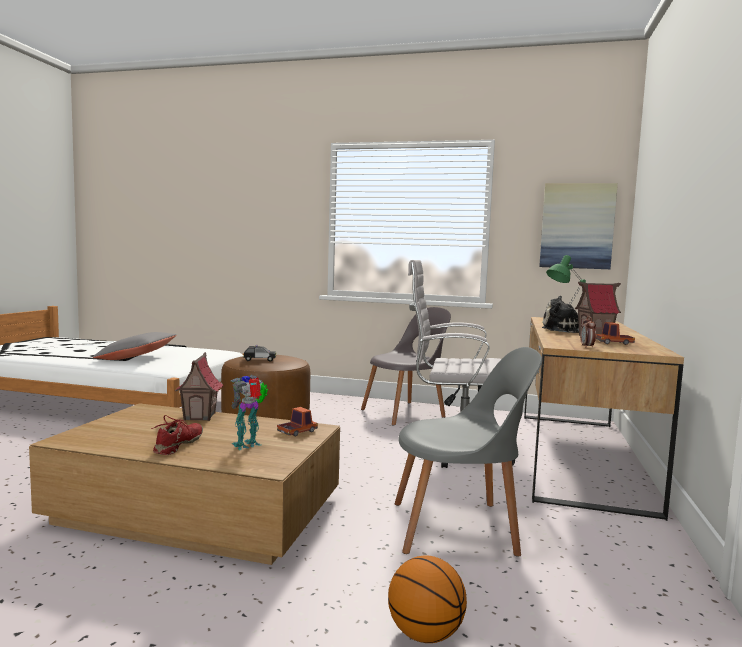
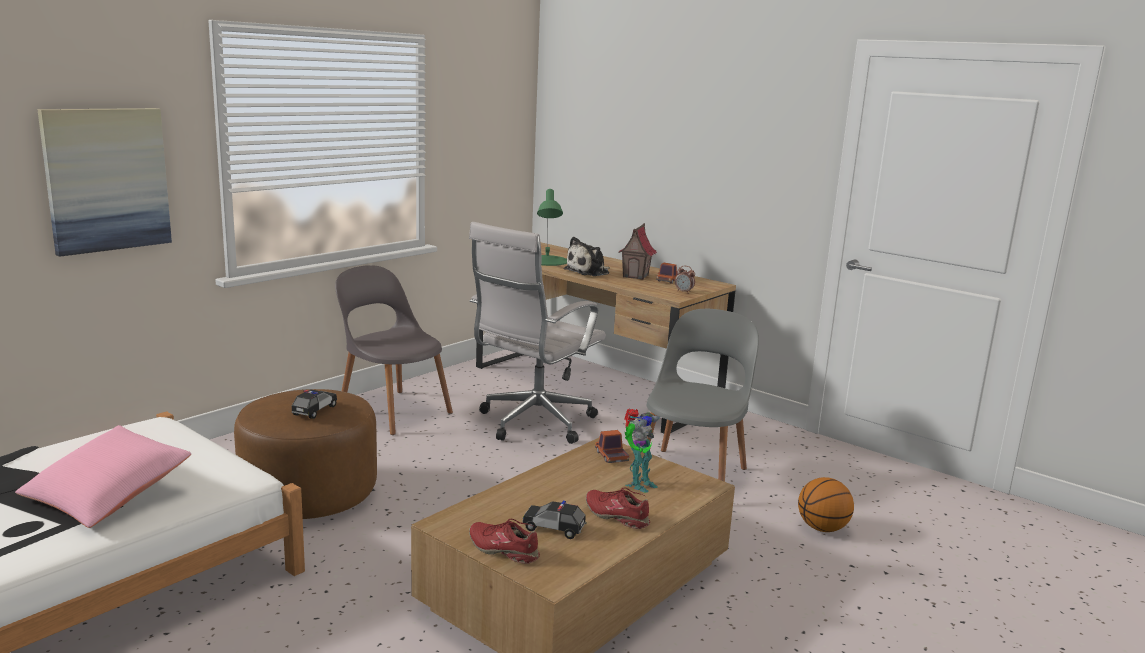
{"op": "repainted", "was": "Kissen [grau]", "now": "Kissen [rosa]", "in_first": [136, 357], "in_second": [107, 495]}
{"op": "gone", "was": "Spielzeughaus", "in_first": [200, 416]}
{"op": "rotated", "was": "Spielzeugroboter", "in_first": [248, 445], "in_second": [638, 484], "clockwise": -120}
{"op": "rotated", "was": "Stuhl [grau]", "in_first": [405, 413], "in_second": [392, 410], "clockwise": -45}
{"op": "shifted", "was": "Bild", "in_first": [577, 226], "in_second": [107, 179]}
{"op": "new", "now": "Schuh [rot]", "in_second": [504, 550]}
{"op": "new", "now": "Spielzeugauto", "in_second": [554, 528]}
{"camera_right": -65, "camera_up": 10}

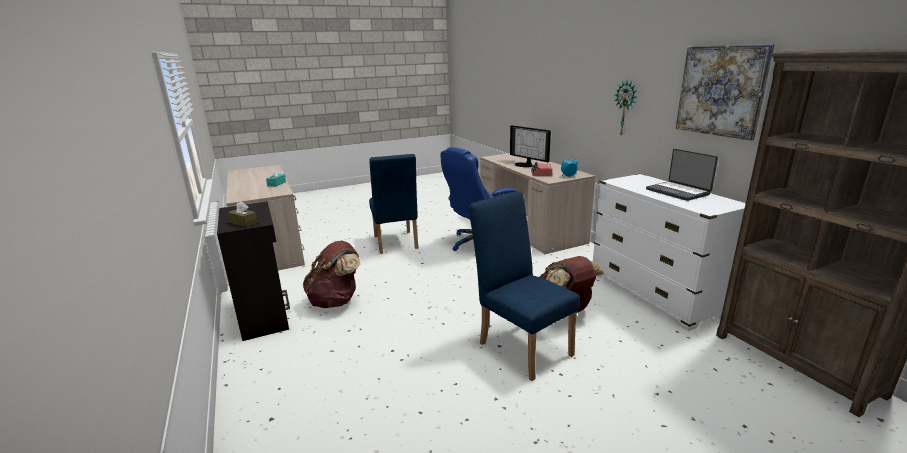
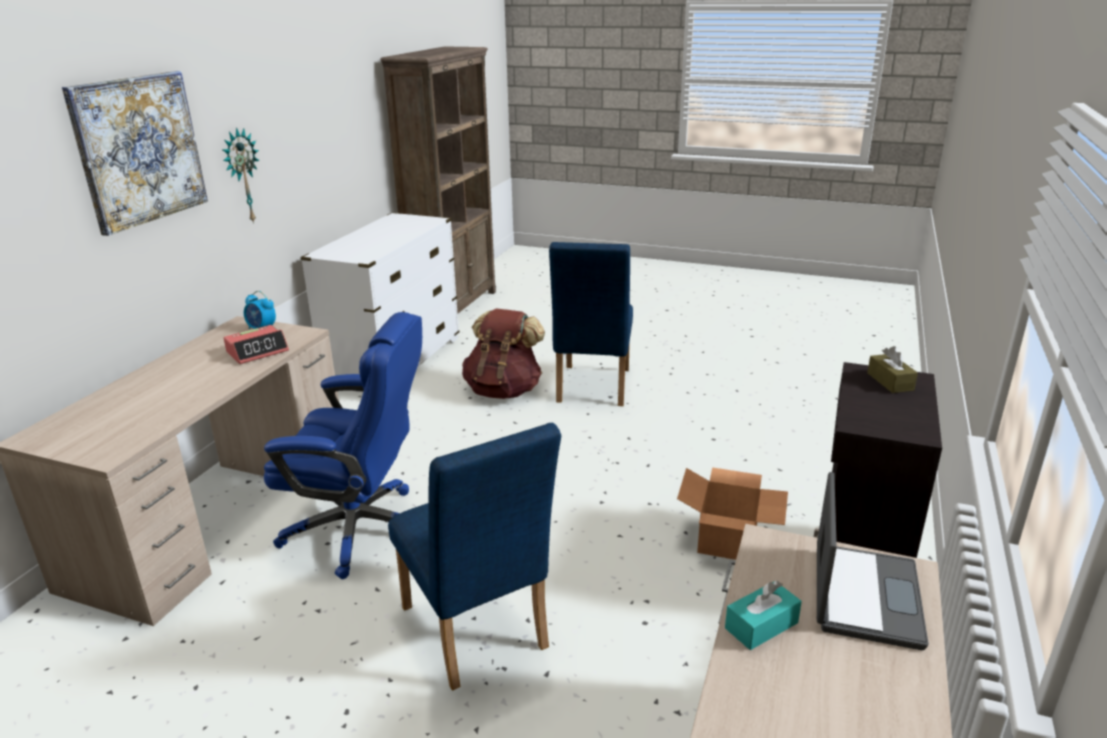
{"op": "swapped", "was": "Rucksack [braun]", "now": "Karton", "in_first": [336, 301], "in_second": [727, 539]}
{"op": "rotated", "was": "Stuhl [blau]", "in_first": [395, 244], "in_second": [477, 635], "clockwise": 120}
{"op": "gone", "was": "Monitor", "in_first": [525, 164]}
{"op": "shifted", "was": "Laptop", "in_first": [678, 192], "in_second": [863, 595]}
{"op": "shifted", "was": "Bild", "in_first": [721, 91], "in_second": [139, 150]}
{"camera_right": -135, "camera_up": 5}

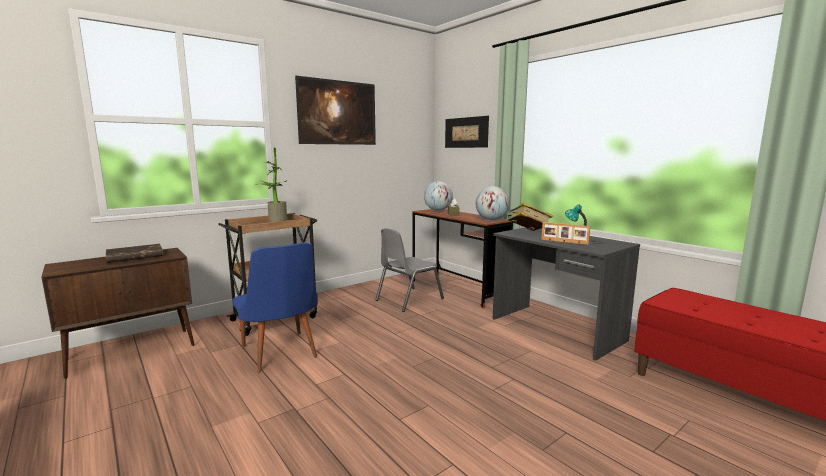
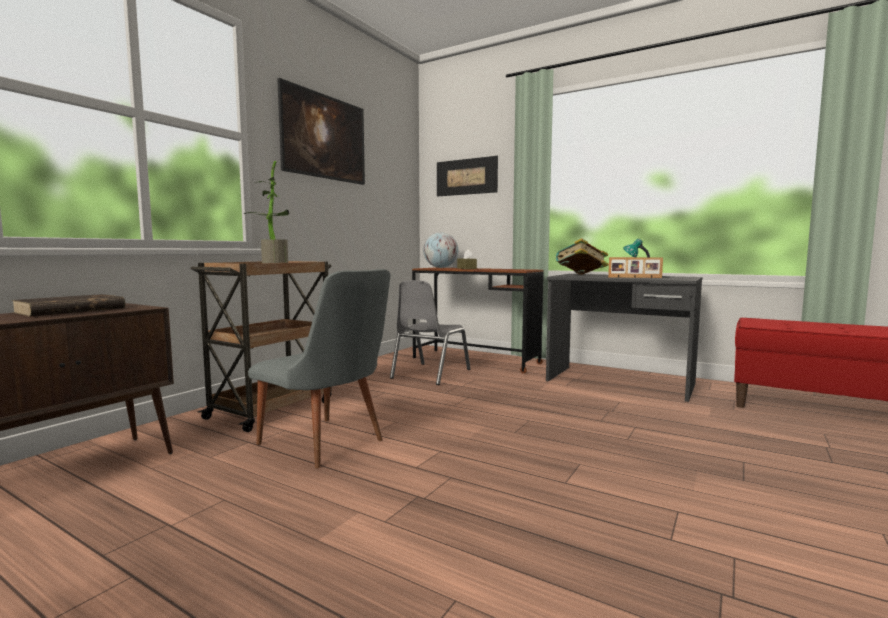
{"op": "repainted", "was": "Stuhl [blau]", "now": "Stuhl [grau]", "in_first": [280, 355], "in_second": [328, 445]}
{"op": "gone", "was": "Globus", "in_first": [491, 219]}
{"camera_right": -20, "camera_up": -5}

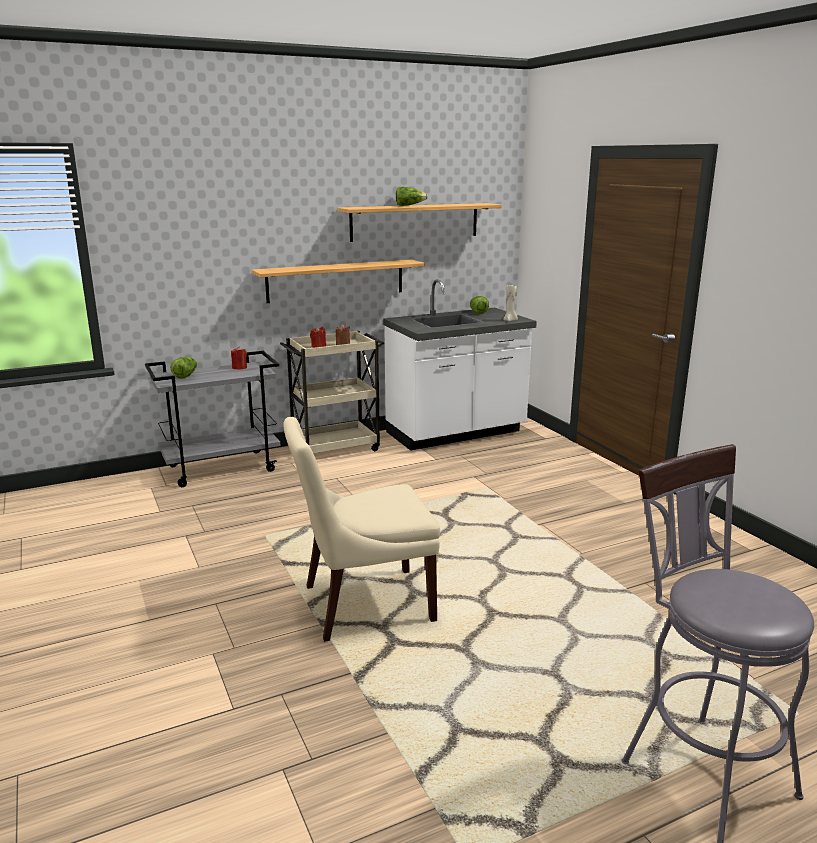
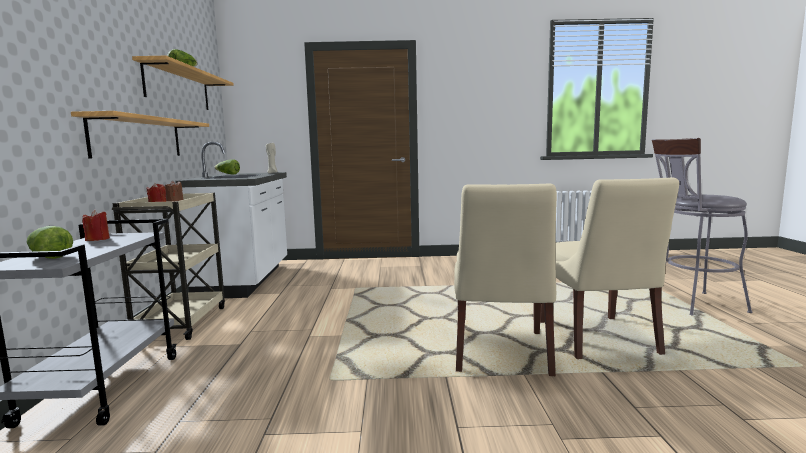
{"op": "new", "now": "Stuhl [beige]", "in_second": [598, 339]}
{"camera_right": -65, "camera_up": -10}

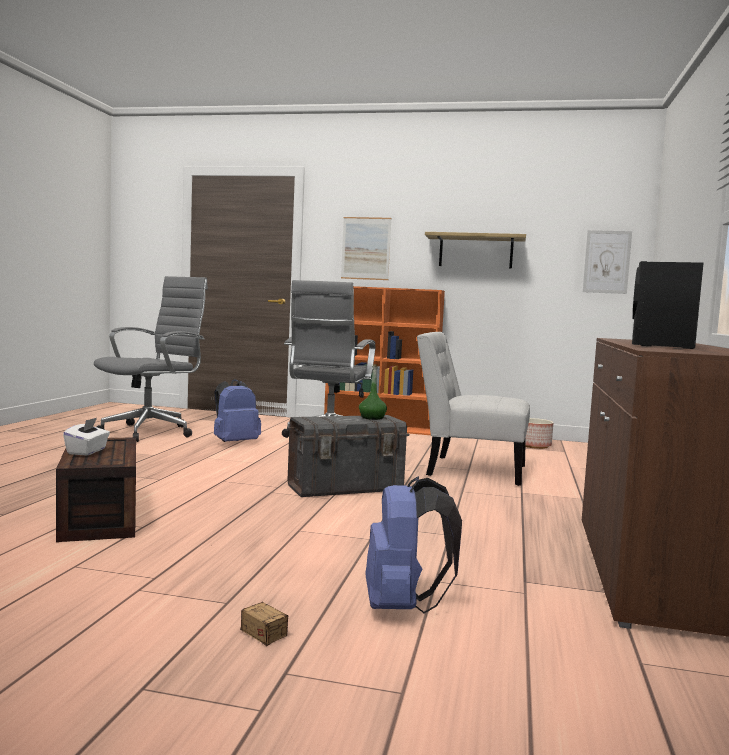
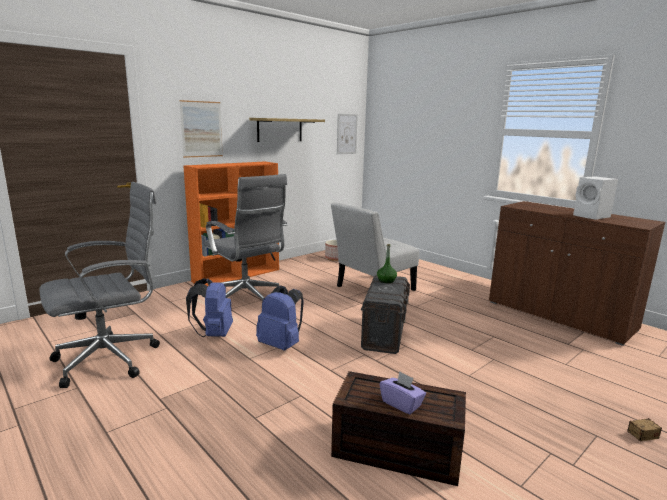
{"op": "repainted", "was": "Taschentuchbox [weiß]", "now": "Taschentuchbox [lila]", "in_first": [87, 451], "in_second": [401, 404]}
{"op": "rotated", "was": "Bürostuhl [grau]", "in_first": [151, 432], "in_second": [112, 359], "clockwise": 75}
{"op": "shifted", "was": "Rucksack [blau]", "in_first": [402, 606], "in_second": [281, 345]}
{"op": "repainted", "was": "Lautsprecher [schwarz]", "now": "Lautsprecher [weiß]", "in_first": [662, 346], "in_second": [592, 216]}
{"camera_right": -55, "camera_up": 10}

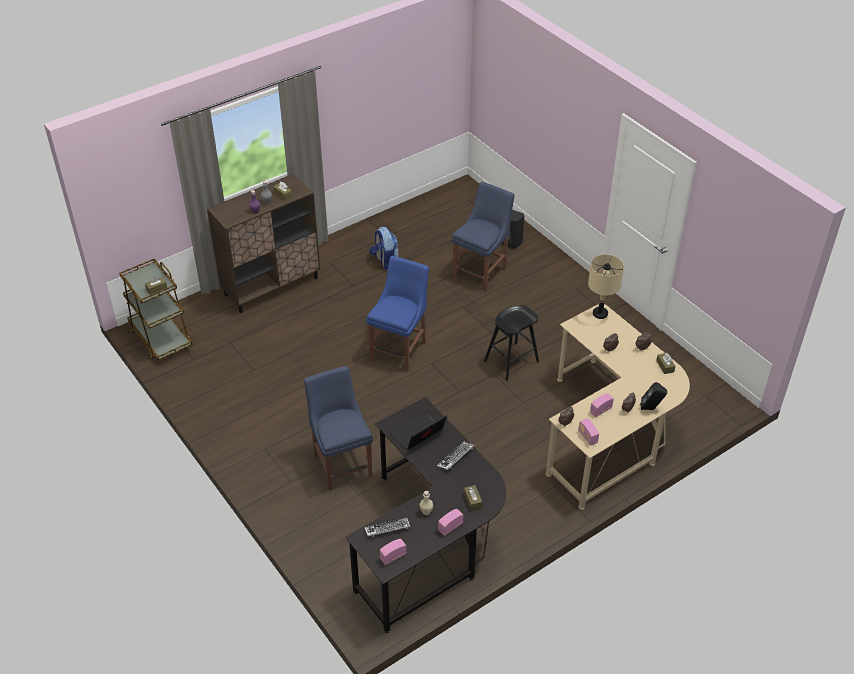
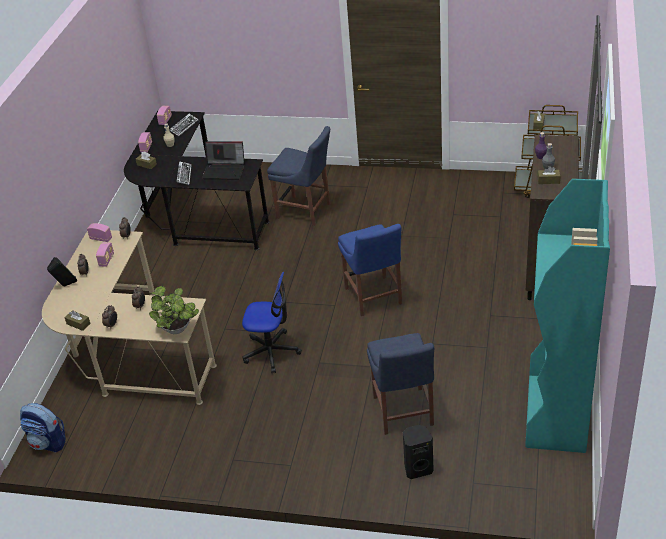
{"op": "shifted", "was": "Rucksack", "in_first": [384, 261], "in_second": [48, 443]}
{"op": "rotated", "was": "Laptop", "in_first": [418, 435], "in_second": [225, 170], "clockwise": 90}
{"op": "swapped", "was": "Hocker [schwarz]", "now": "Bürostuhl", "in_first": [511, 361], "in_second": [271, 351]}
{"op": "swapped", "was": "Tischlampe [beige]", "now": "Topfpflanze", "in_first": [600, 314], "in_second": [178, 330]}
{"op": "new", "now": "Bücherregal [türkis]", "in_second": [557, 414]}
{"camera_right": 140, "camera_up": -5}

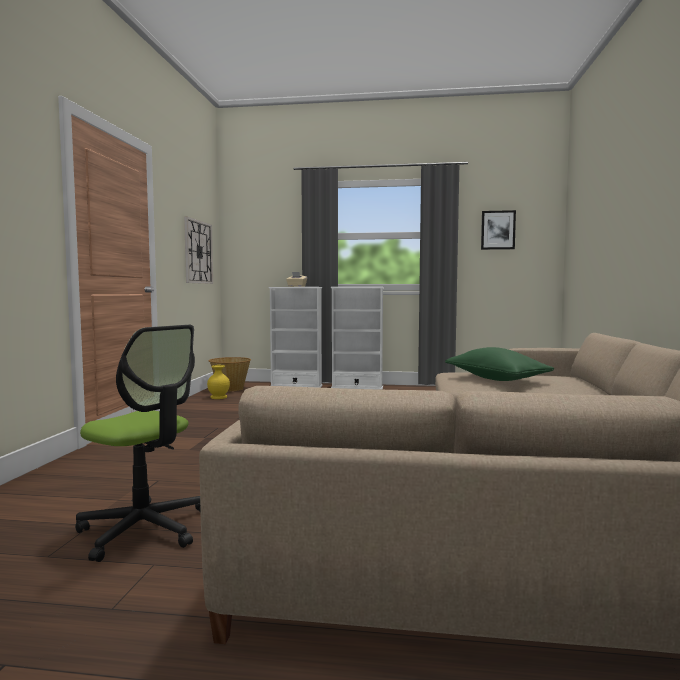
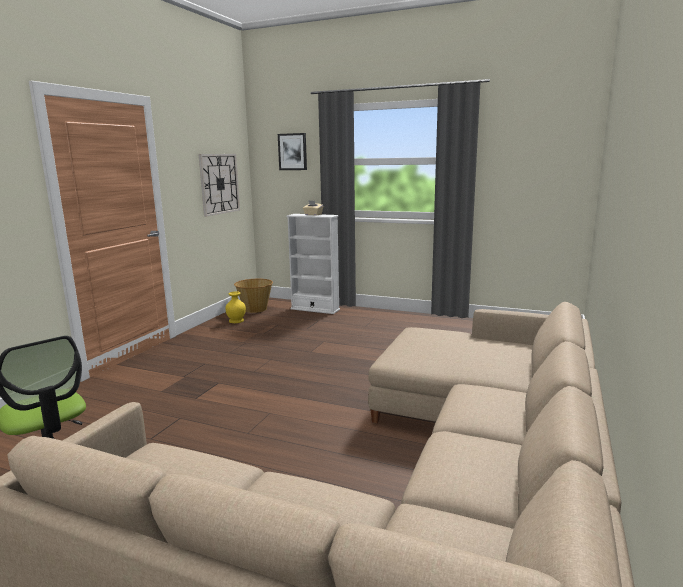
{"op": "gone", "was": "Bücherregal [weiß]", "in_first": [357, 388]}
{"op": "gone", "was": "Kissen [grün]", "in_first": [496, 379]}
{"op": "shifted", "was": "Bild", "in_first": [498, 230], "in_second": [292, 151]}
{"camera_right": 15, "camera_up": 10}

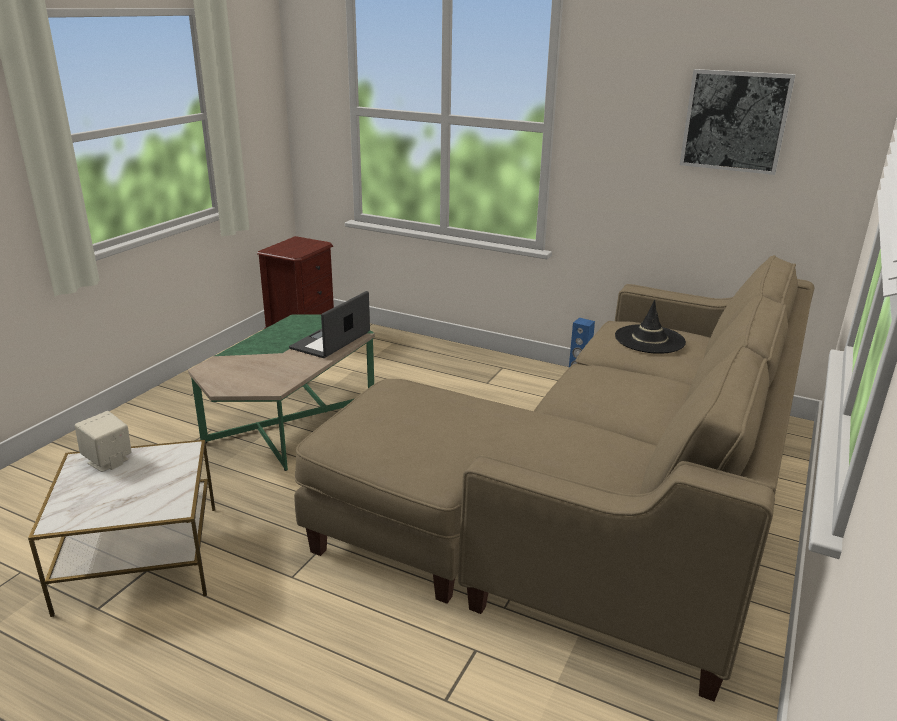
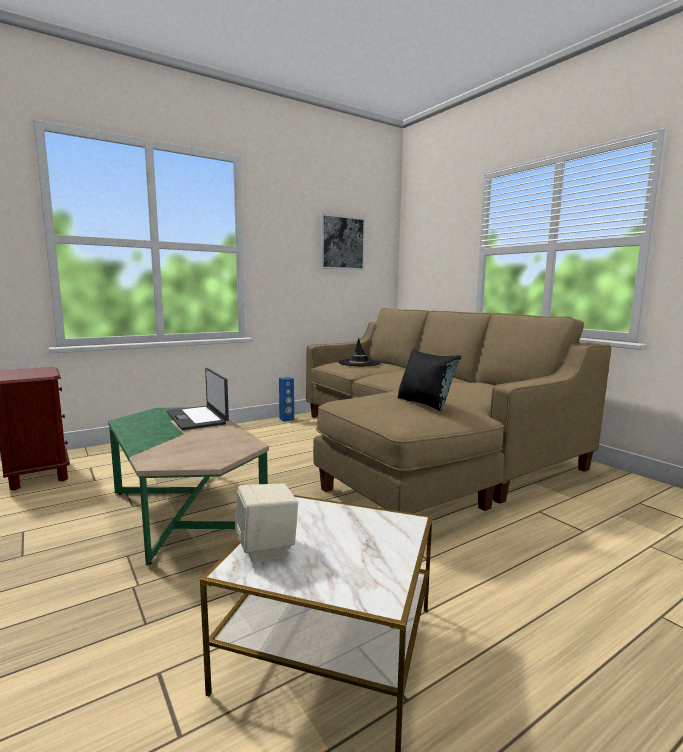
{"op": "new", "now": "Kissen [schwarz]", "in_second": [425, 403]}
{"camera_right": -60, "camera_up": -15}

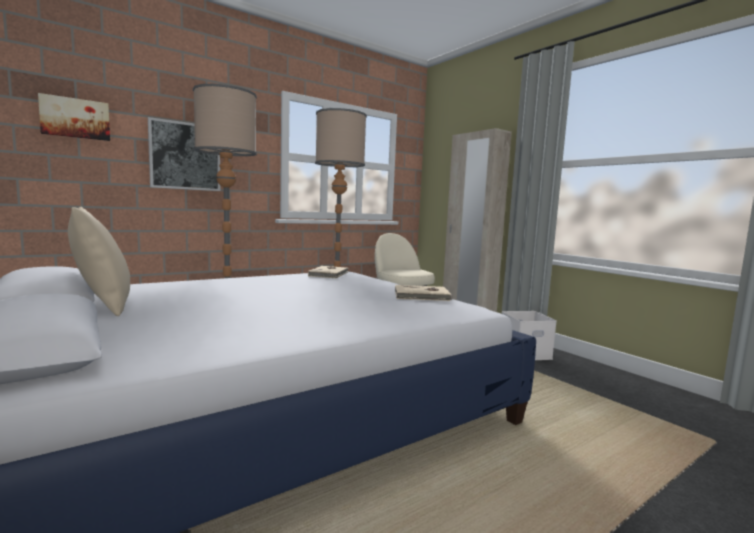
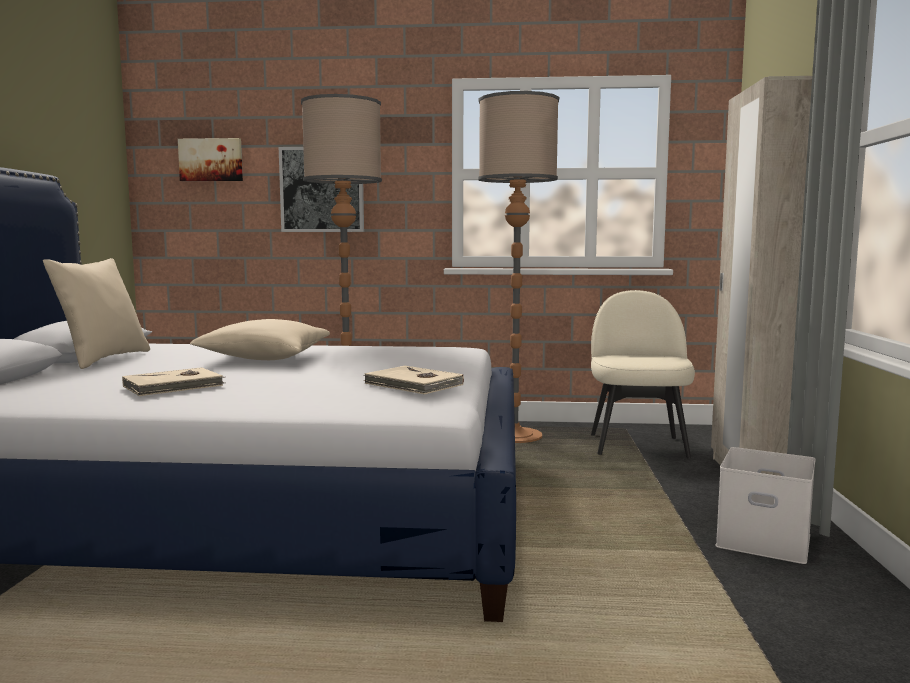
{"op": "shifted", "was": "Buch [beige]", "in_first": [329, 274], "in_second": [174, 386]}
{"op": "new", "now": "Kissen [beige]", "in_second": [265, 358]}
{"camera_right": 40, "camera_up": 0}

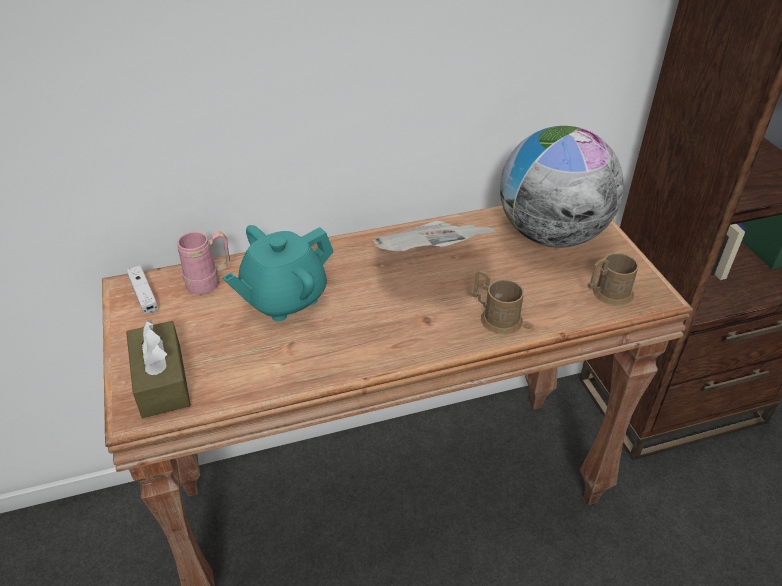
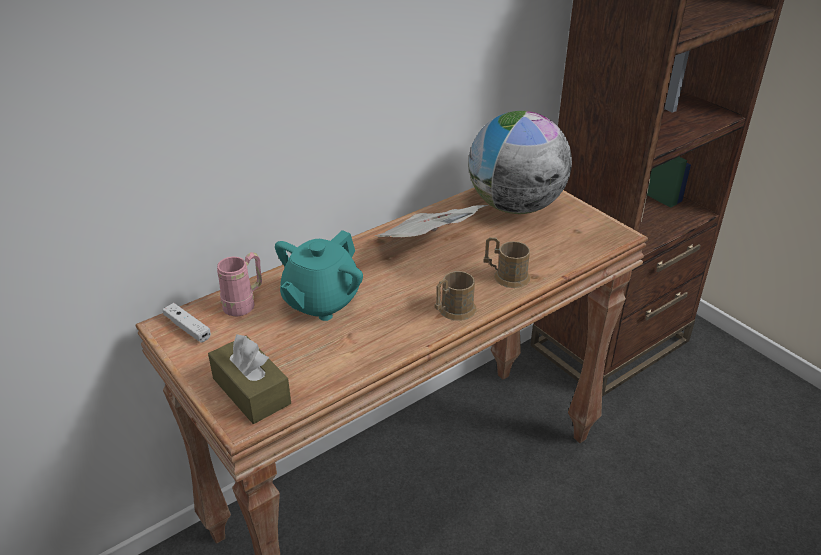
{"op": "shifted", "was": "Henkelbecher [braun]", "in_first": [607, 294], "in_second": [453, 311]}
{"camera_right": -20, "camera_up": -5}

